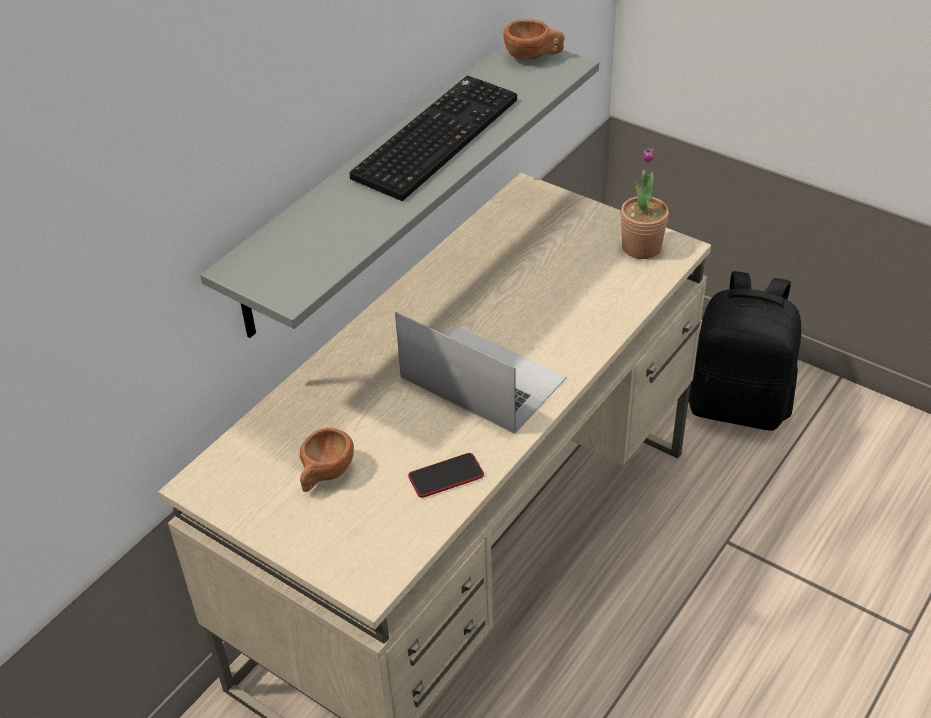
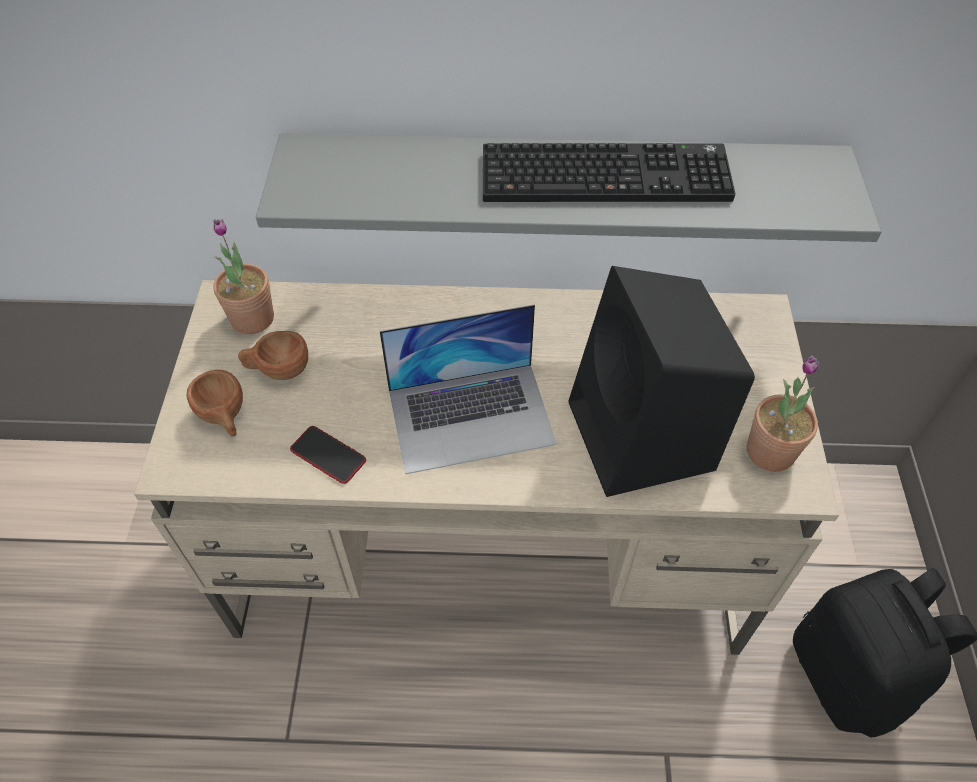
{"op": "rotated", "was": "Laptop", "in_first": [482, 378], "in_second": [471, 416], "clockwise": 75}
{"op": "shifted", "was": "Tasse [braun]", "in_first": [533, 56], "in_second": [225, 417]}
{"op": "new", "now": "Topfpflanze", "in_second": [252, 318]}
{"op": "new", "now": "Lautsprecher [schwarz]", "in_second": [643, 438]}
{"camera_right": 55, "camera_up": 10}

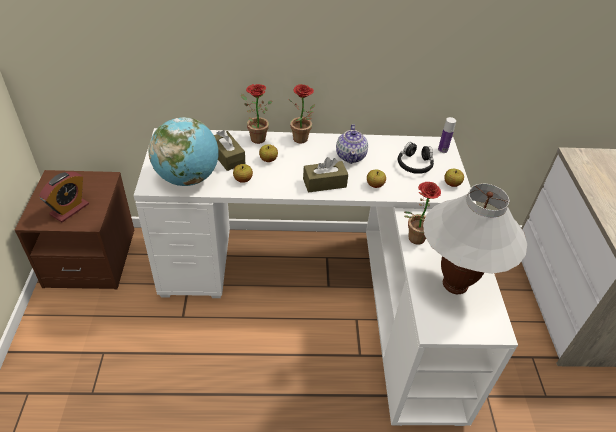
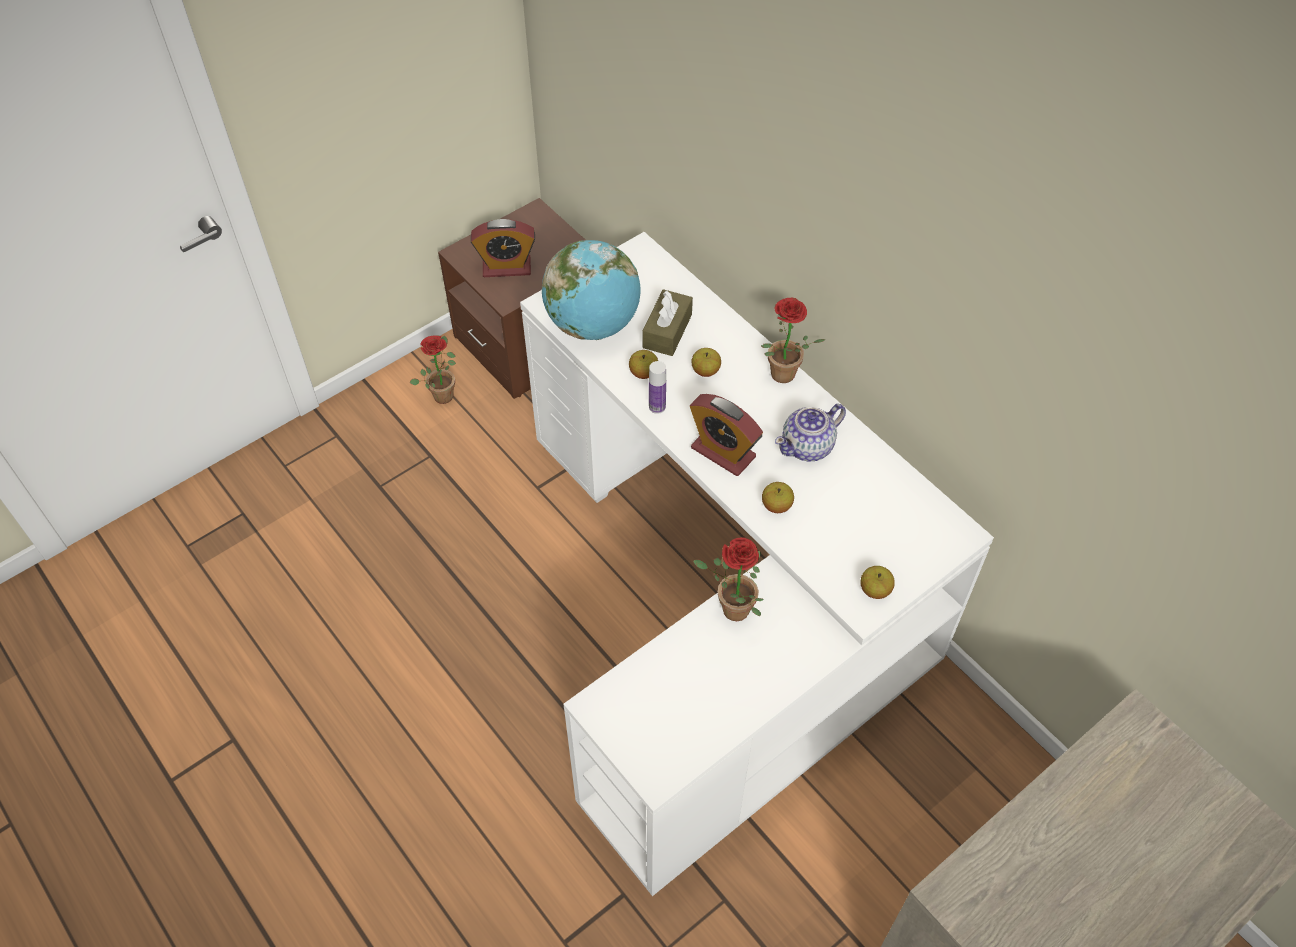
{"op": "shifted", "was": "Topfpflanze", "in_first": [255, 138], "in_second": [443, 392]}
{"op": "swapped", "was": "Taschentuchbox [braun]", "now": "Wecker", "in_first": [324, 183], "in_second": [723, 452]}
{"op": "gone", "was": "Kopfhörer [schwarz]", "in_first": [414, 164]}
{"op": "gone", "was": "Tischlampe [weiß]", "in_first": [455, 285]}
{"op": "shifted", "was": "Flasche", "in_first": [442, 150], "in_second": [657, 407]}
{"camera_right": 55, "camera_up": 10}

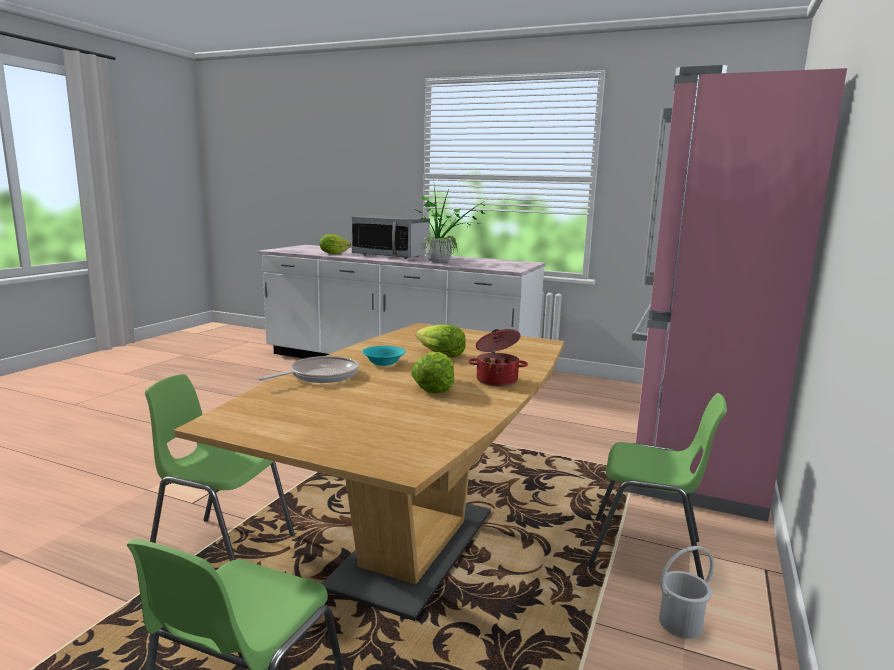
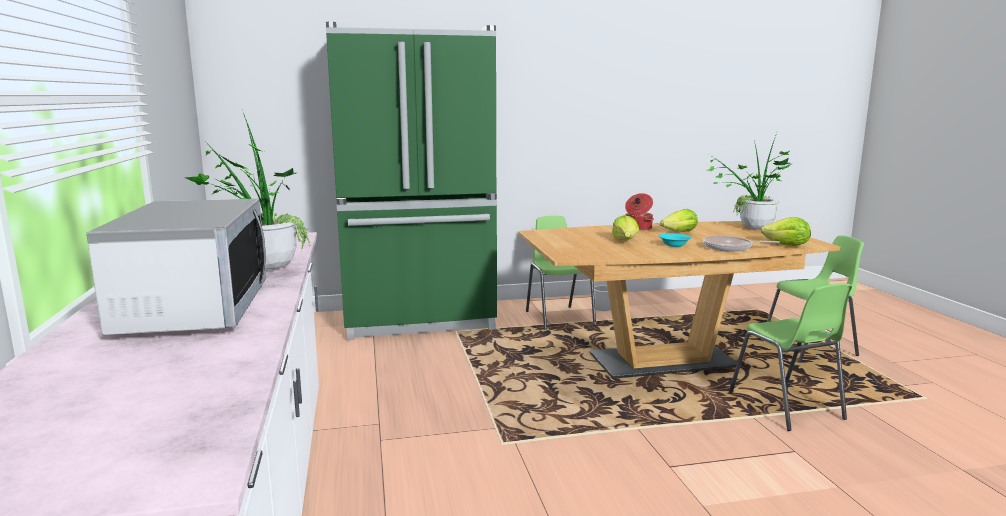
{"op": "shifted", "was": "Salatkopf", "in_first": [333, 253], "in_second": [787, 246]}
{"op": "repainted", "was": "Kühlschrank [rosa]", "now": "Kühlschrank [grün]", "in_first": [692, 465], "in_second": [420, 321]}
{"op": "new", "now": "Topfpflanze", "in_second": [751, 229]}
{"camera_right": -125, "camera_up": 0}

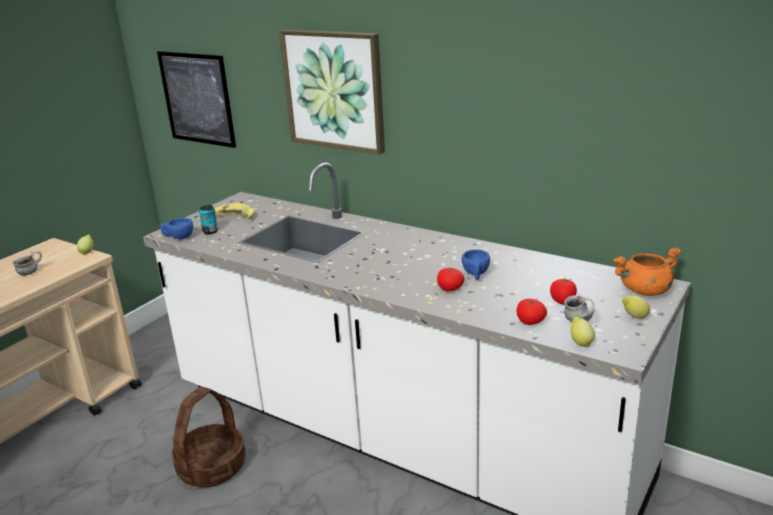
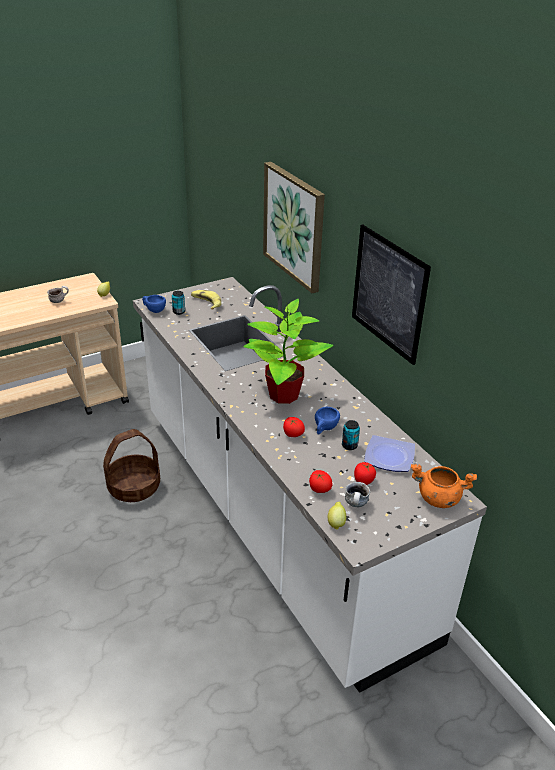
{"op": "shifted", "was": "Bild", "in_first": [197, 98], "in_second": [388, 293]}
{"op": "gone", "was": "Zitrone", "in_first": [634, 317]}
{"op": "new", "now": "Topfpflanze", "in_second": [282, 395]}
{"op": "new", "now": "Dose", "in_second": [349, 445]}
{"op": "new", "now": "Teller", "in_second": [390, 456]}
{"camera_right": 25, "camera_up": 10}

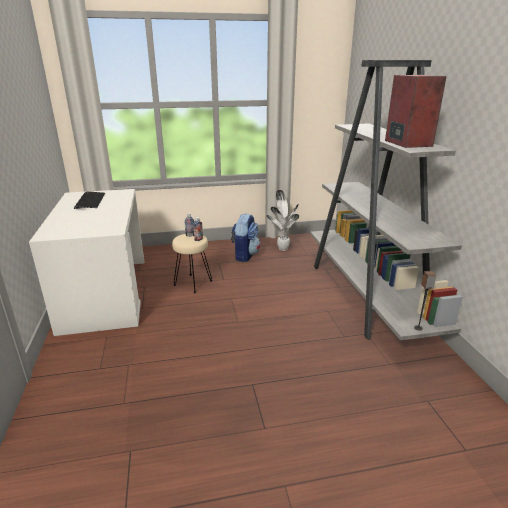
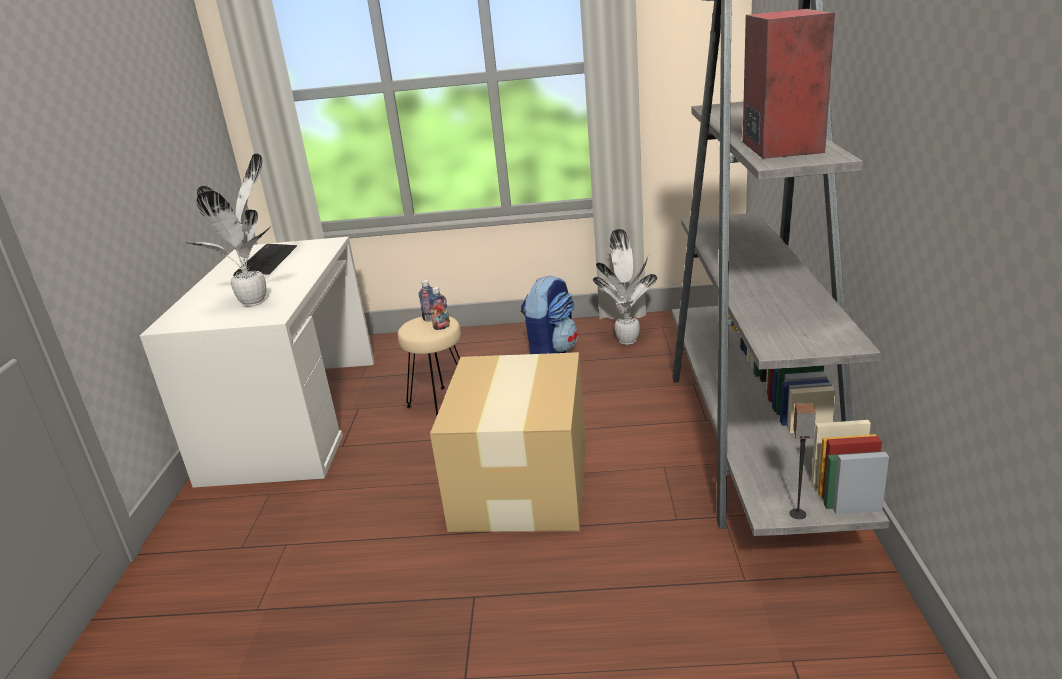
{"op": "new", "now": "Topfpflanze", "in_second": [256, 301]}
{"op": "new", "now": "Karton", "in_second": [520, 485]}
{"camera_right": 15, "camera_up": 0}

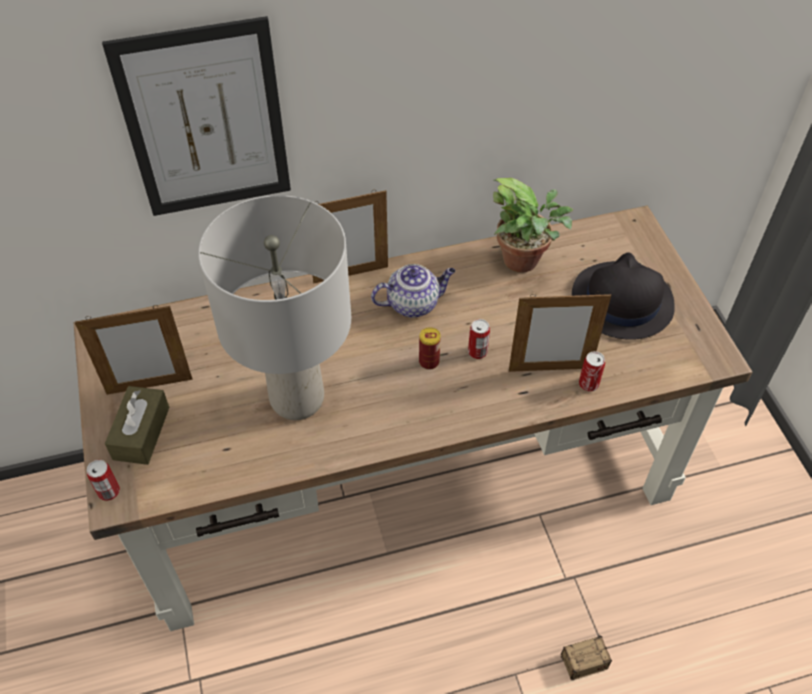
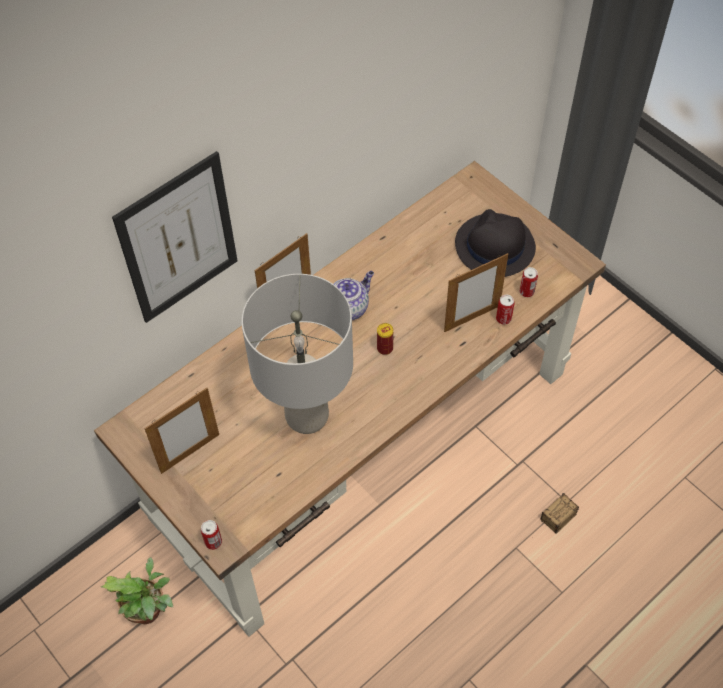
{"op": "gone", "was": "Taschentuchbox [braun]", "in_first": [141, 433]}
{"op": "shifted", "was": "Dose", "in_first": [477, 352], "in_second": [526, 291]}
{"op": "shifted", "was": "Topfpflanze", "in_first": [525, 261], "in_second": [150, 611]}
{"camera_right": -25, "camera_up": 5}

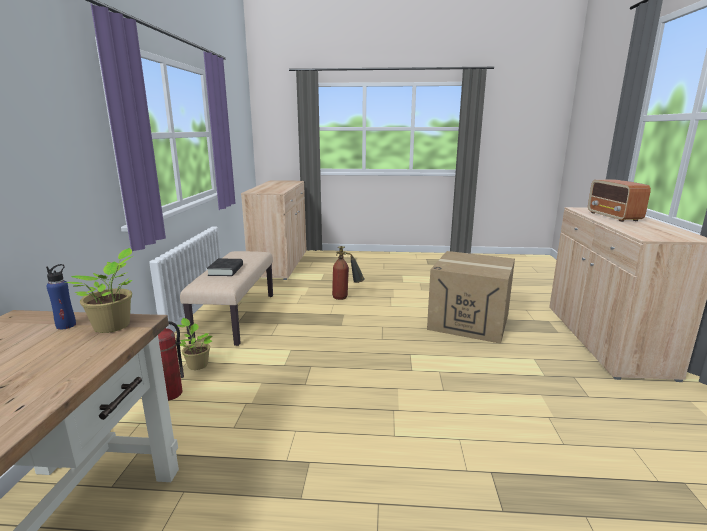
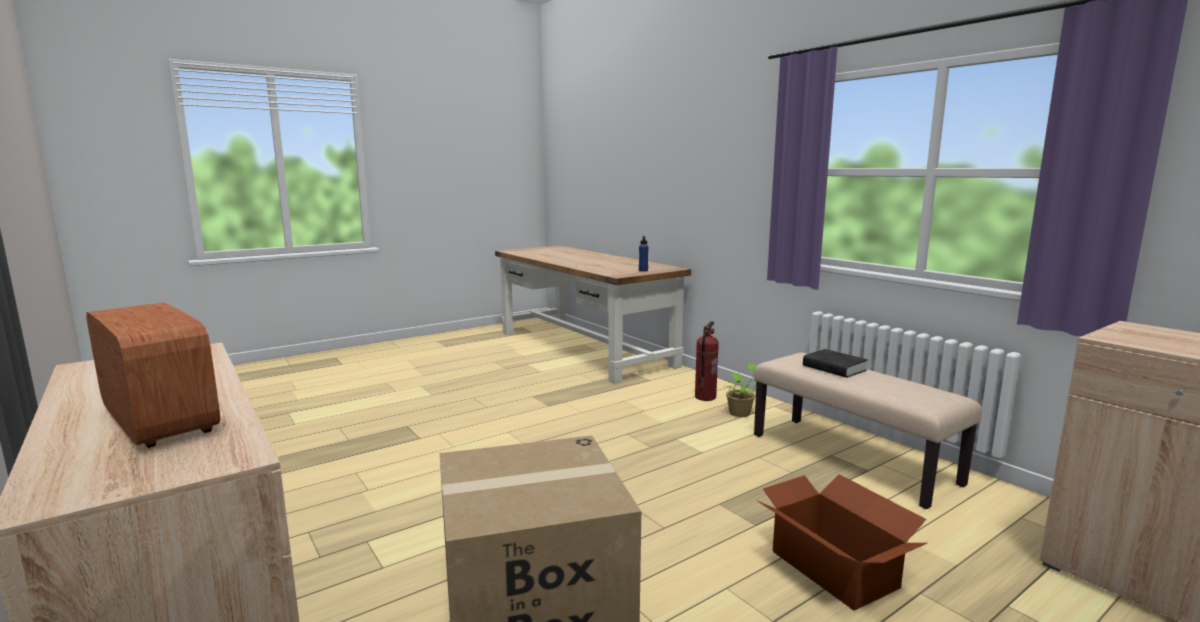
{"op": "gone", "was": "Topfpflanze", "in_first": [114, 326]}
{"op": "swapped", "was": "Feuerlöscher", "now": "Karton", "in_first": [346, 298], "in_second": [833, 568]}
{"camera_right": 140, "camera_up": -5}

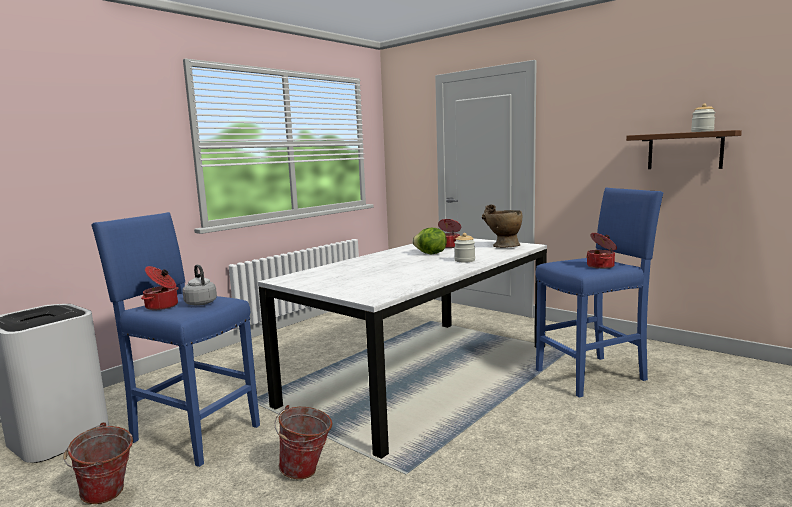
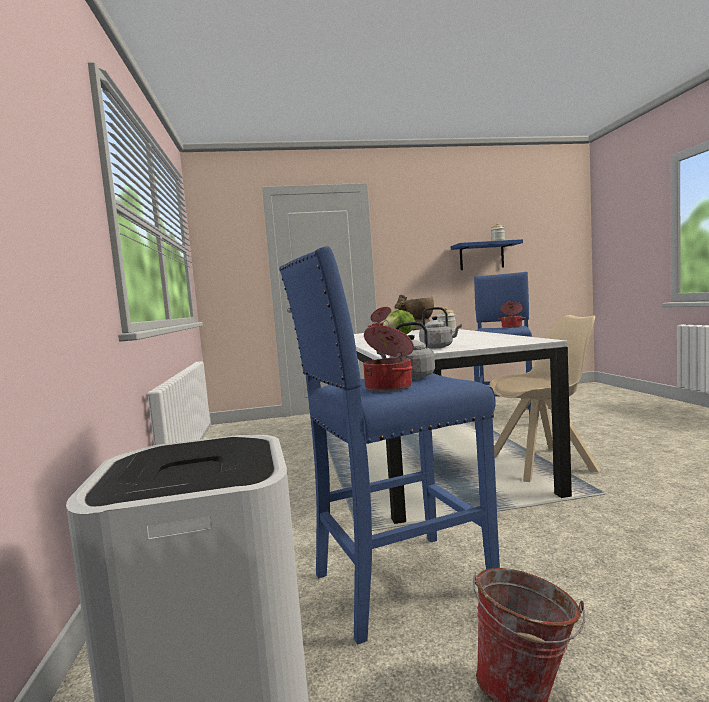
{"op": "gone", "was": "Eimer", "in_first": [307, 472]}
{"op": "repainted", "was": "Wandregal [braun]", "now": "Wandregal [blau]", "in_first": [685, 151], "in_second": [481, 256]}
{"op": "new", "now": "Wasserkessel [grau]", "in_second": [438, 347]}
{"op": "new", "now": "Stuhl [beige]", "in_second": [544, 463]}
{"camera_right": -50, "camera_up": -5}

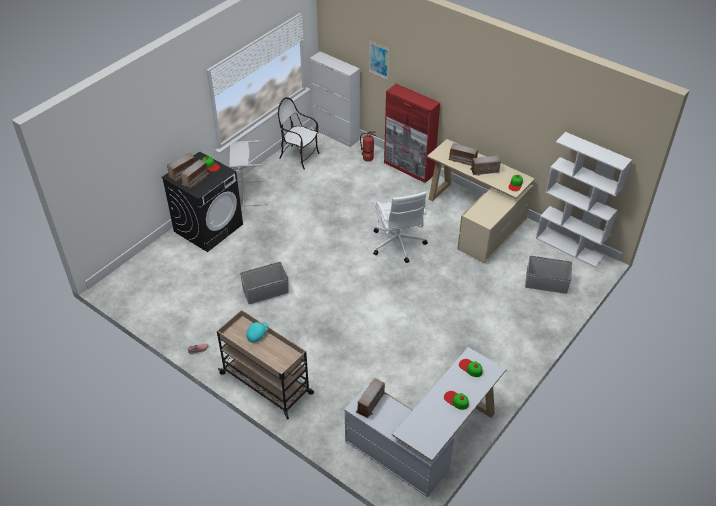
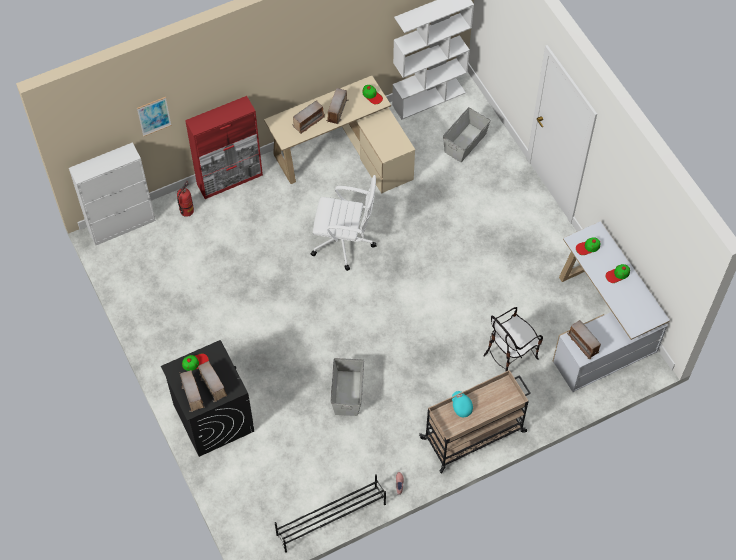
{"op": "gone", "was": "Wäschekorb [grau]", "in_first": [245, 194]}
{"op": "shifted", "was": "Stuhl", "in_first": [299, 156], "in_second": [510, 355]}
{"op": "new", "now": "Schuhregal [schwarz]", "in_second": [330, 519]}
{"camera_right": -65, "camera_up": 15}

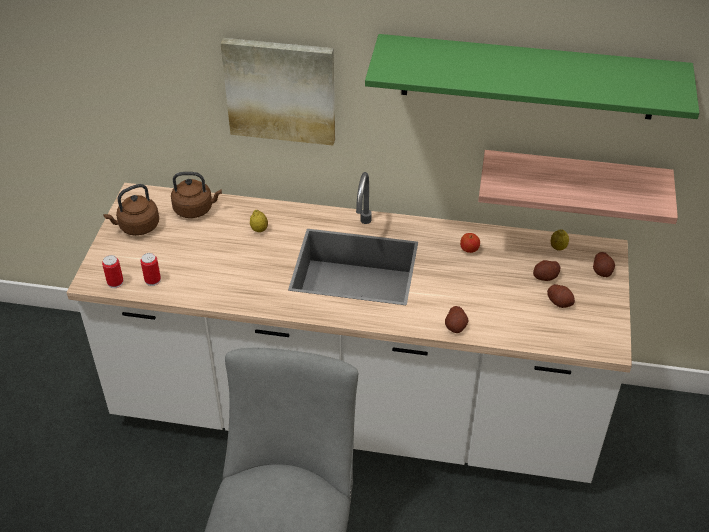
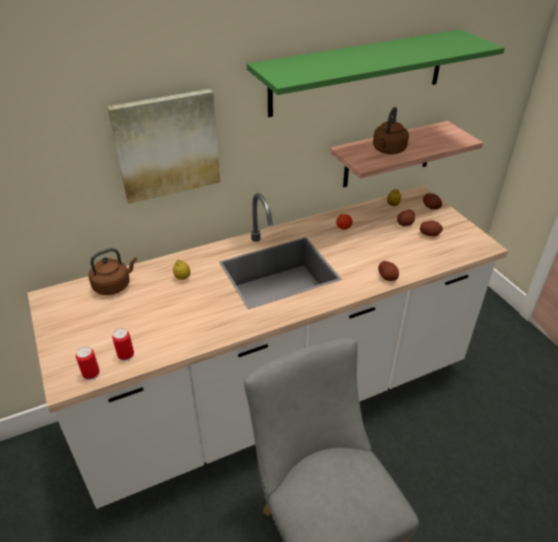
{"op": "shifted", "was": "Wasserkessel [braun]", "in_first": [137, 227], "in_second": [388, 150]}
{"camera_right": -35, "camera_up": -5}

